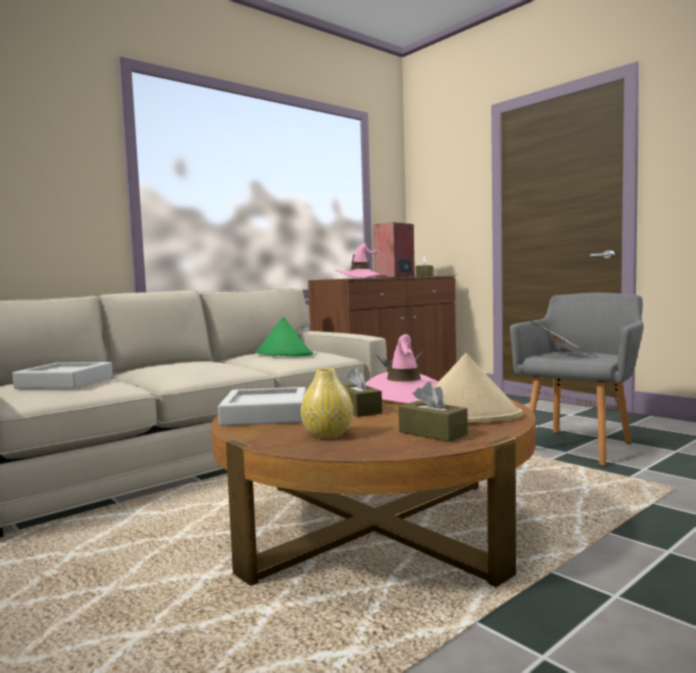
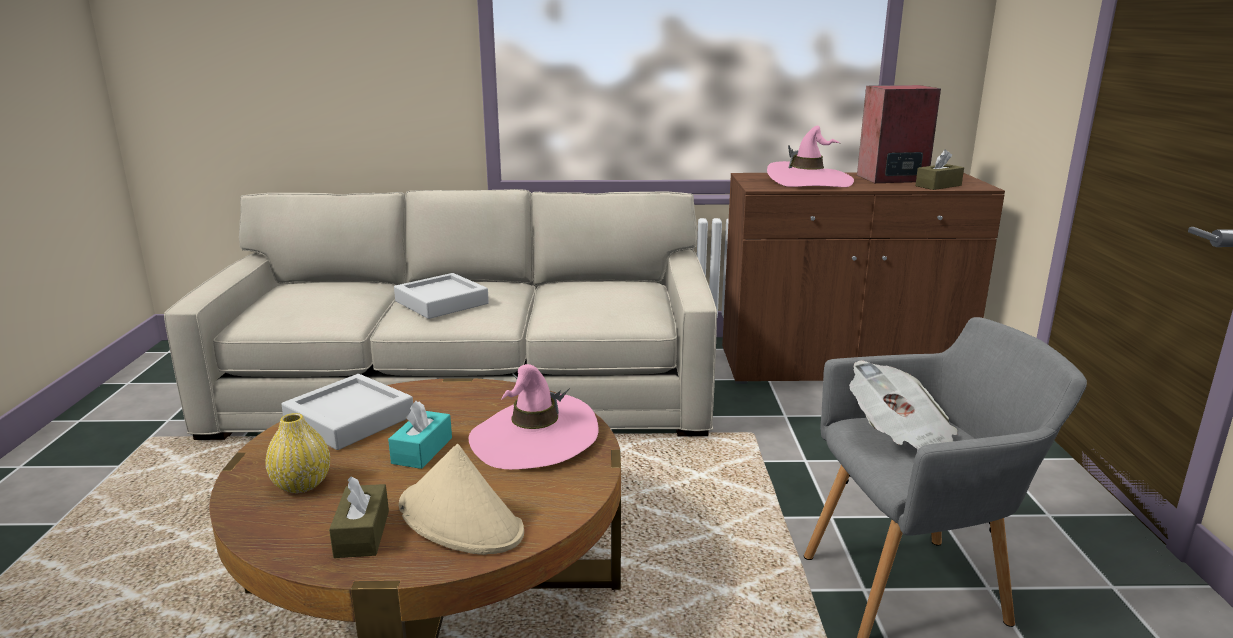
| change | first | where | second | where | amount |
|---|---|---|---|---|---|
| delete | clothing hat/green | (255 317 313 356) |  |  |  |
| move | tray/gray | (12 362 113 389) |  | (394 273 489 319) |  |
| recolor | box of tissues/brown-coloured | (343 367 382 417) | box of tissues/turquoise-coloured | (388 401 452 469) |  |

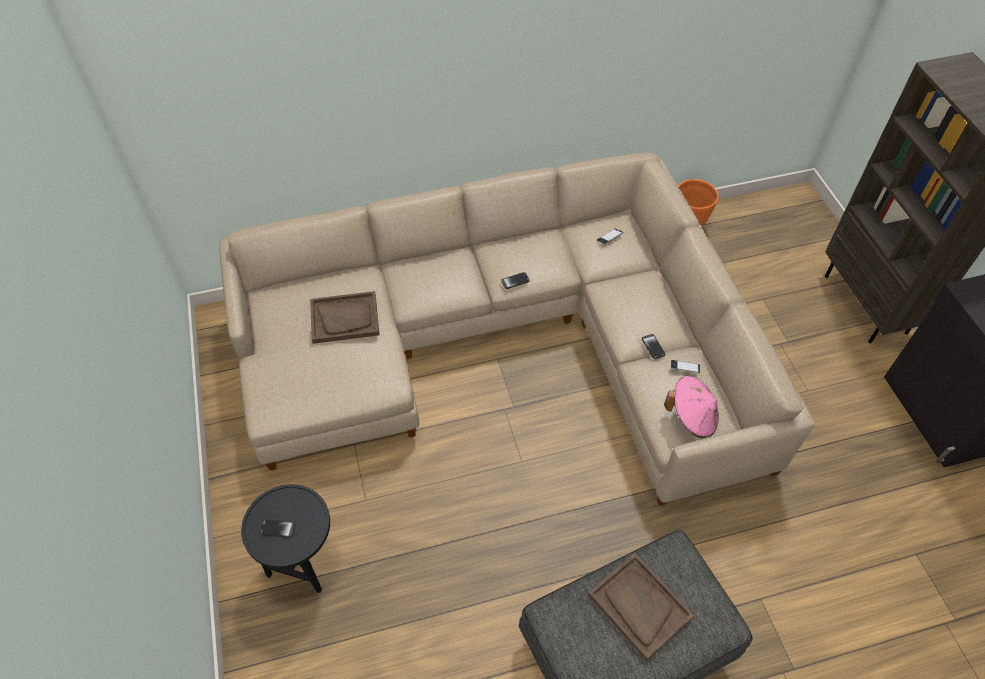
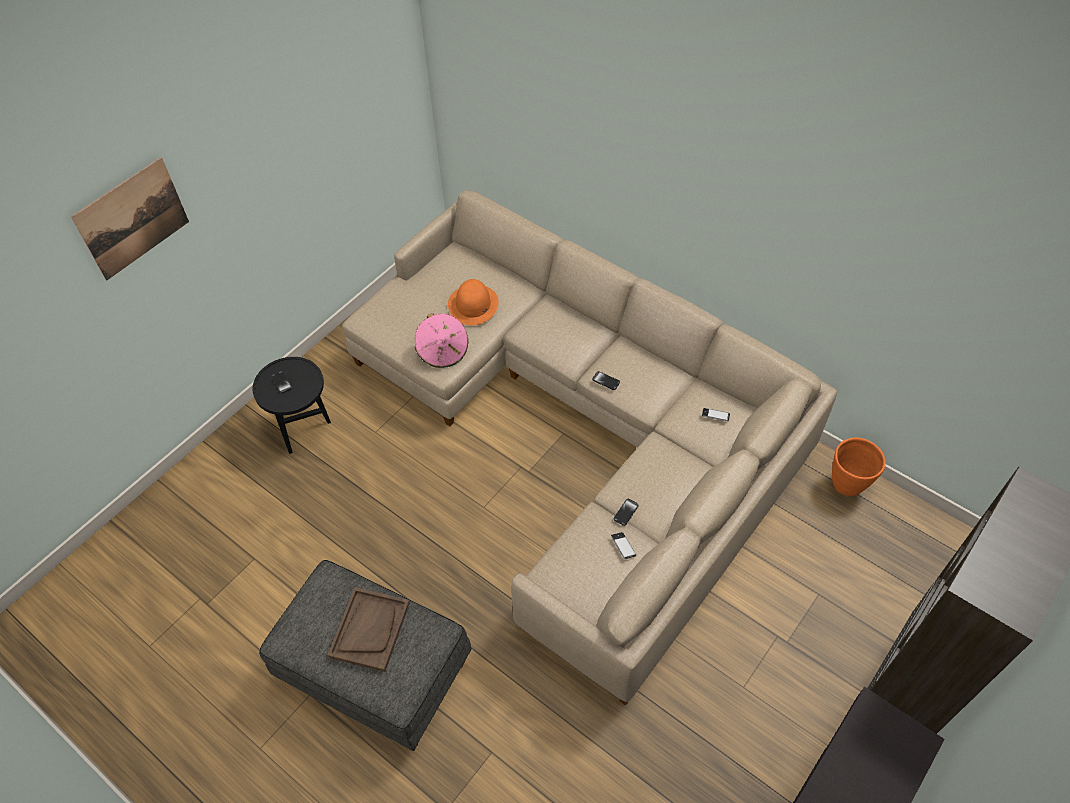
| change | first | where | second | where | amount |
|---|---|---|---|---|---|
| insert |  |  | wall art | (71 157 189 281) |  |
| move | clothing hat/pink | (664 376 719 438) |  | (415 313 468 368) |  |
| replace | tray/brown-coloured | (310 291 380 344) | clothing hat/orange | (448 279 499 325) |  |

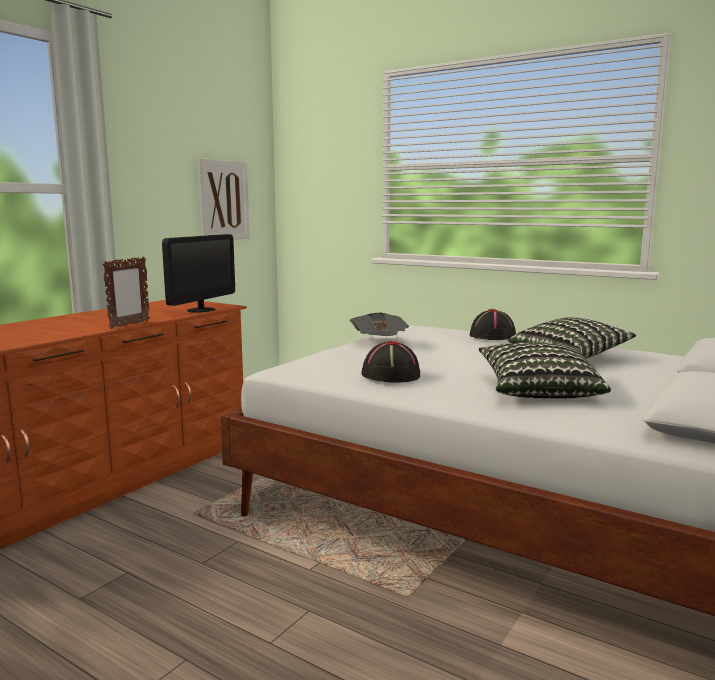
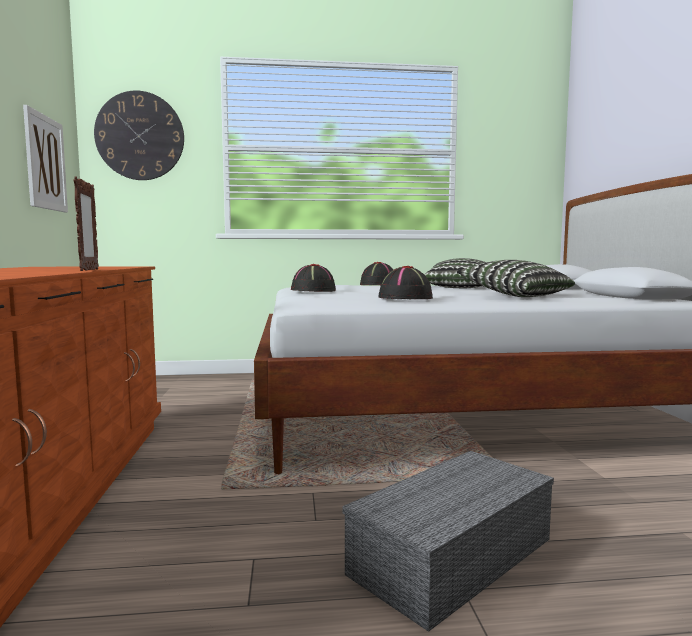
| change | first | where | second | where | amount |
|---|---|---|---|---|---|
| delete | computer screen | (162 234 235 313) |  |  |  |
| insert |  |  | clock on the wall | (94 91 184 180) |  |
| insert |  |  | storage container/gray | (342 451 554 632) |  |
| replace | newspaper | (350 313 409 336) | clothing hat/black-coloured | (291 264 336 292) |  |

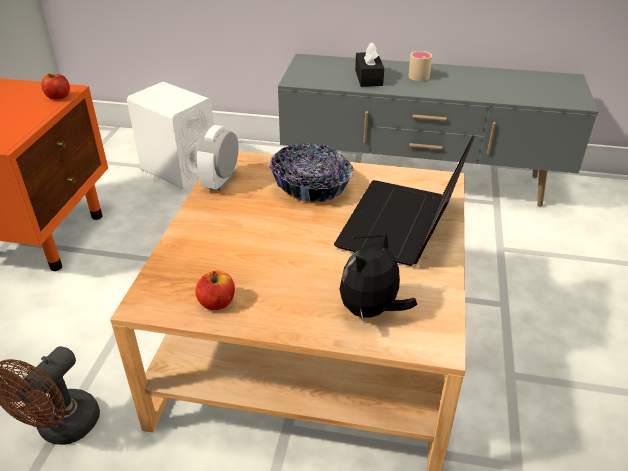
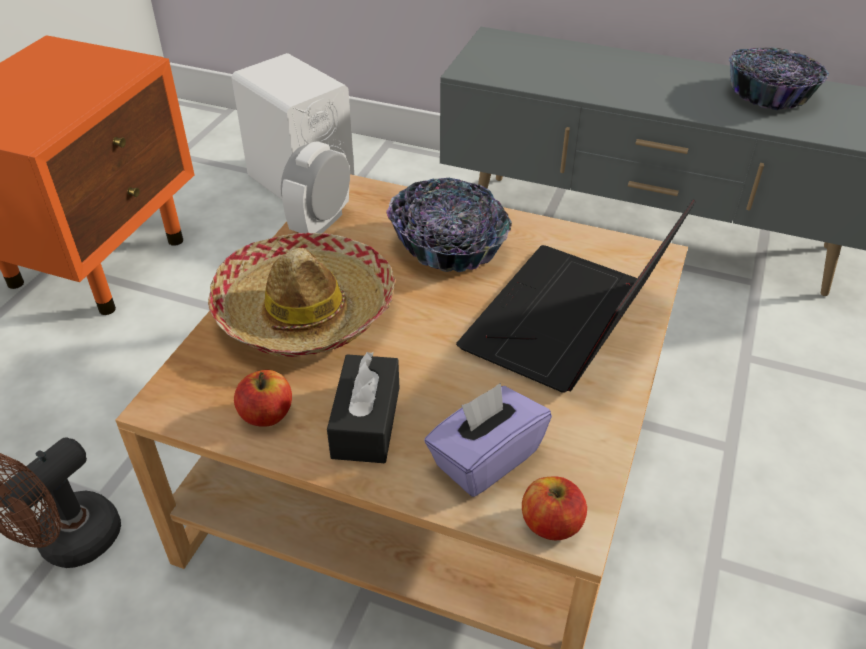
| change | first | where | second | where | amount |
|---|---|---|---|---|---|
| delete | coffee mug/sand-coloured | (408 51 432 81) |  |  |  |
| insert |  |  | clothing hat | (208 232 395 357) |  |
| insert |  |  | serving bowl | (729 48 829 110) |  |
| move | apple fruit | (41 74 70 100) |  | (522 476 587 540) |  |
| move | box of tissues/black-coloured | (355 42 384 87) |  | (327 352 399 463) |  |
| replace | soft toy | (340 231 417 322) | box of tissues/purplish | (424 383 552 497) |  |

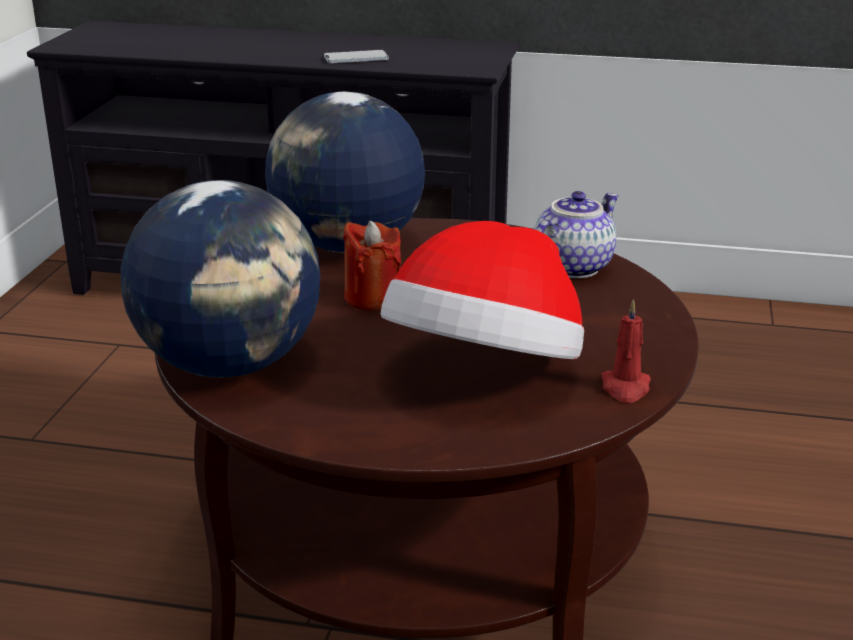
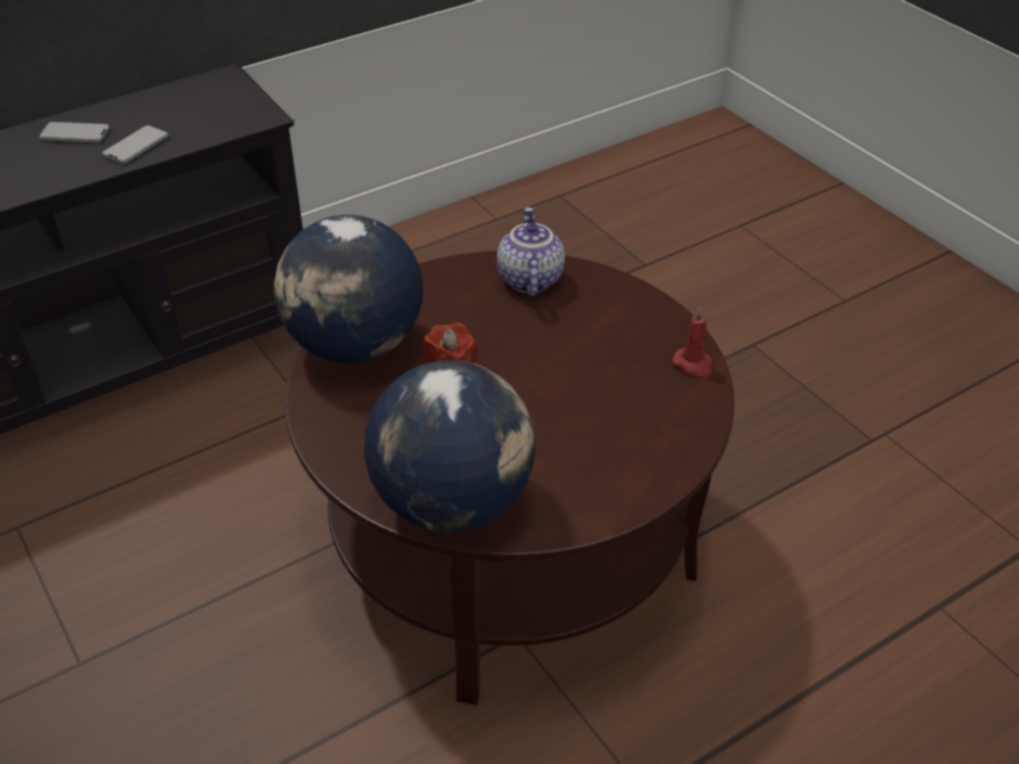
| change | first | where | second | where | amount |
|---|---|---|---|---|---|
| delete | clothing hat | (381 221 584 359) |  |  |  |
| insert |  |  | phone | (39 122 110 143) |  |

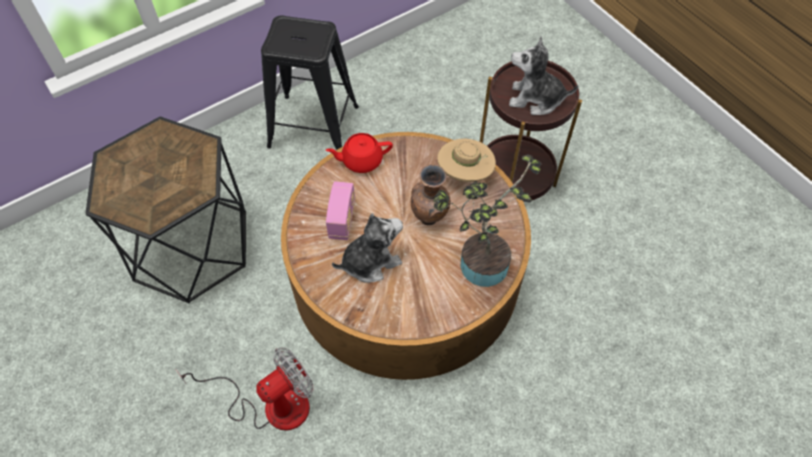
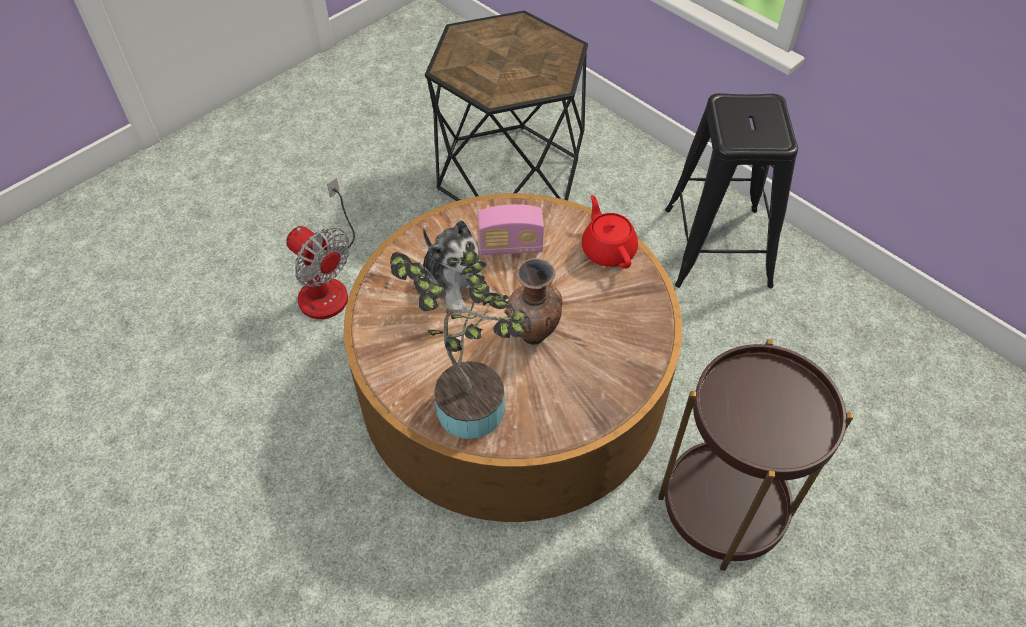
| change | first | where | second | where | amount |
|---|---|---|---|---|---|
| delete | clothing hat/sand-coloured | (437 138 496 182) |  |  |  |
| delete | soft toy | (509 36 578 115) |  |  |  |

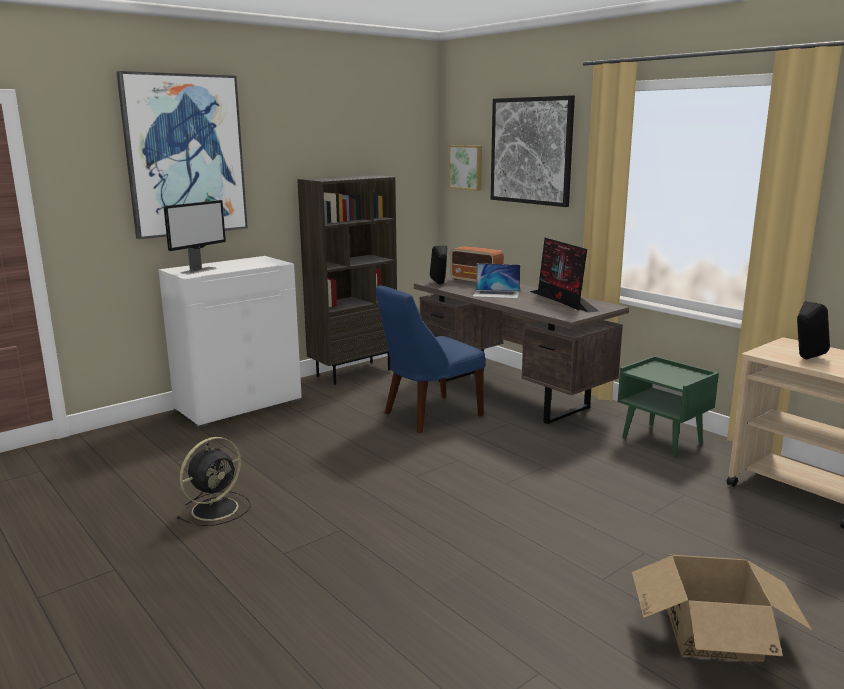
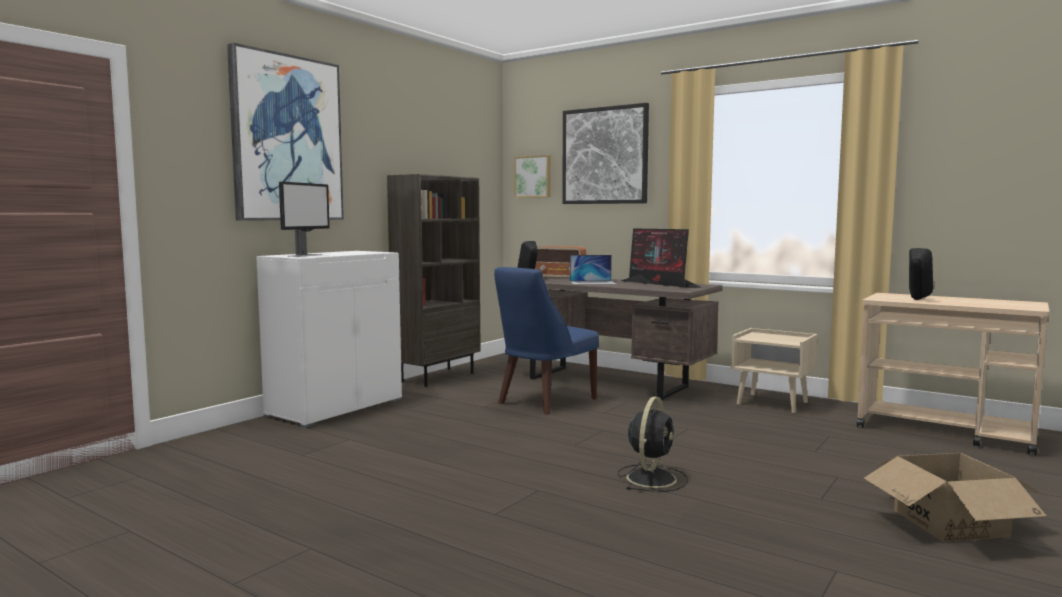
| change | first | where | second | where | amount |
|---|---|---|---|---|---|
| move | electric fan/black-coloured | (177 437 251 526) |  | (617 397 688 492) |  |
| recolor | night table/green | (618 356 719 457) | night table/sand-coloured | (731 328 818 413) |  |

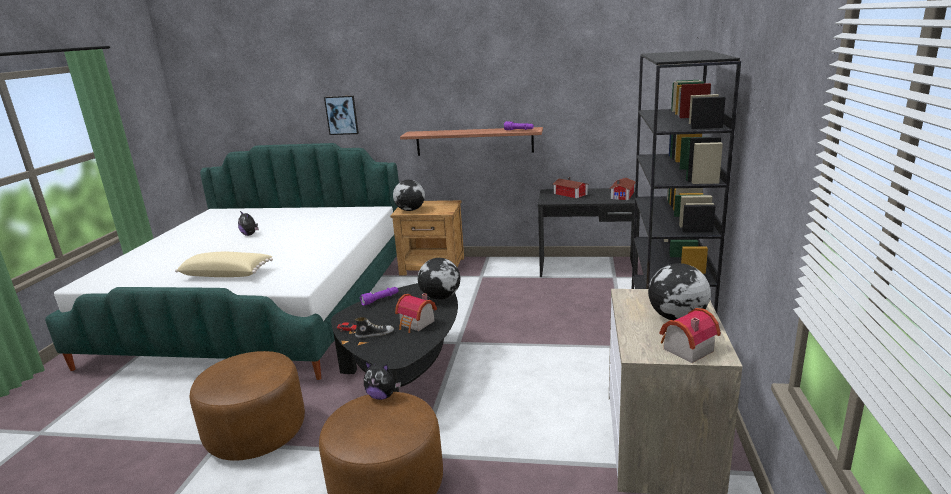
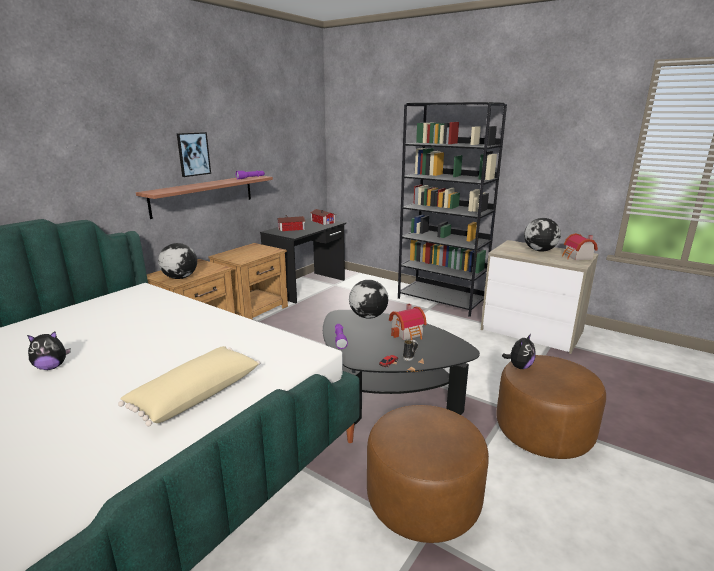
| change | first | where | second | where | amount |
|---|---|---|---|---|---|
| insert |  |  | night table/brown-coloured | (208 243 288 320) |  |
| move | wall art | (324 96 359 135) |  | (177 132 211 177) |  |

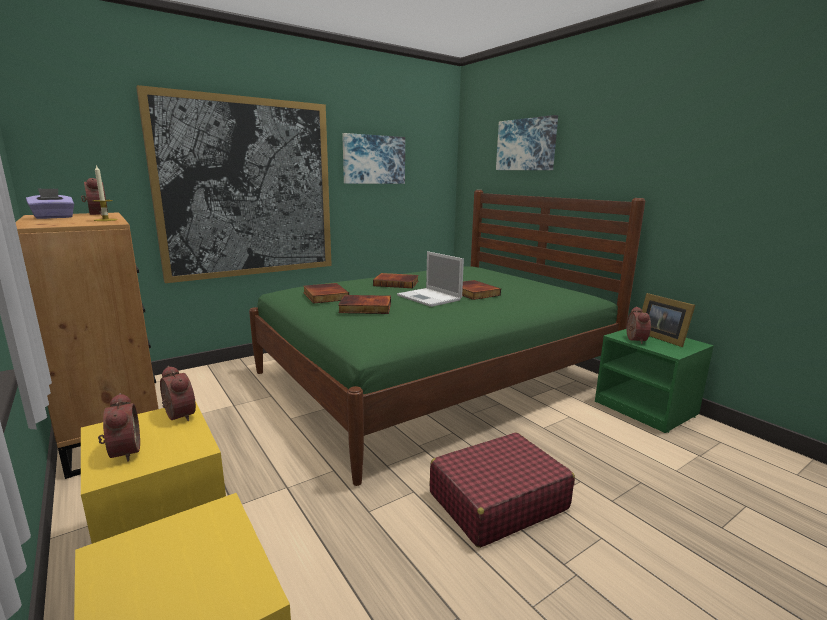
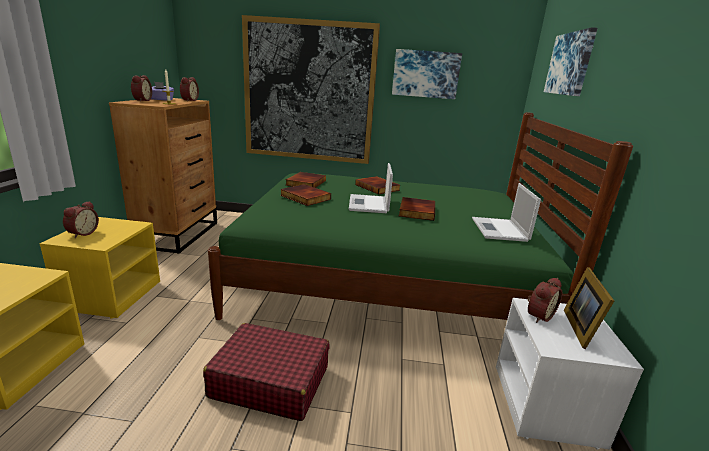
| change | first | where | second | where | amount |
|---|---|---|---|---|---|
| insert |  |  | portable computer | (472 183 541 242) |  |
| move | bedside clock | (160 366 196 421) |  | (131 75 152 101) |  |
| recolor | night table/green | (595 329 714 433) | night table/white | (496 298 644 450) |  |

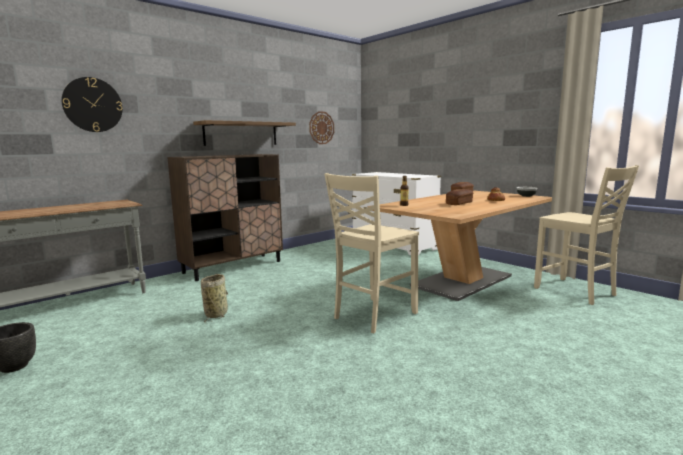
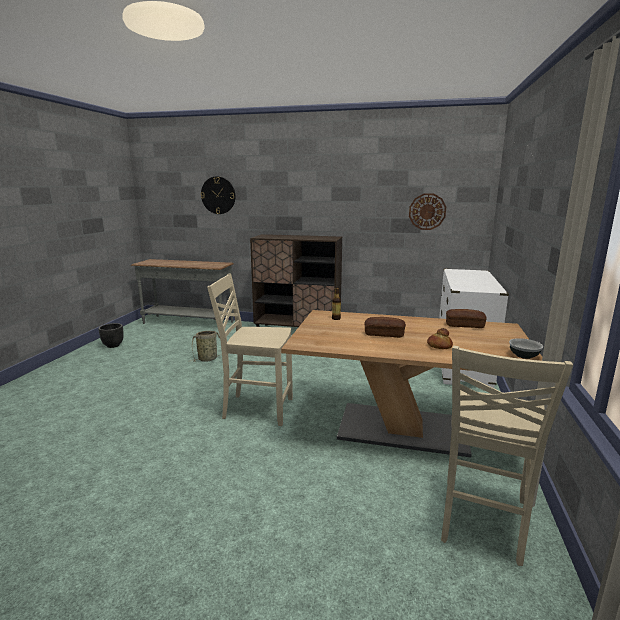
| change | first | where | second | where | amount |
|---|---|---|---|---|---|
| delete | shelf | (193 120 296 146) |  |  |  |

